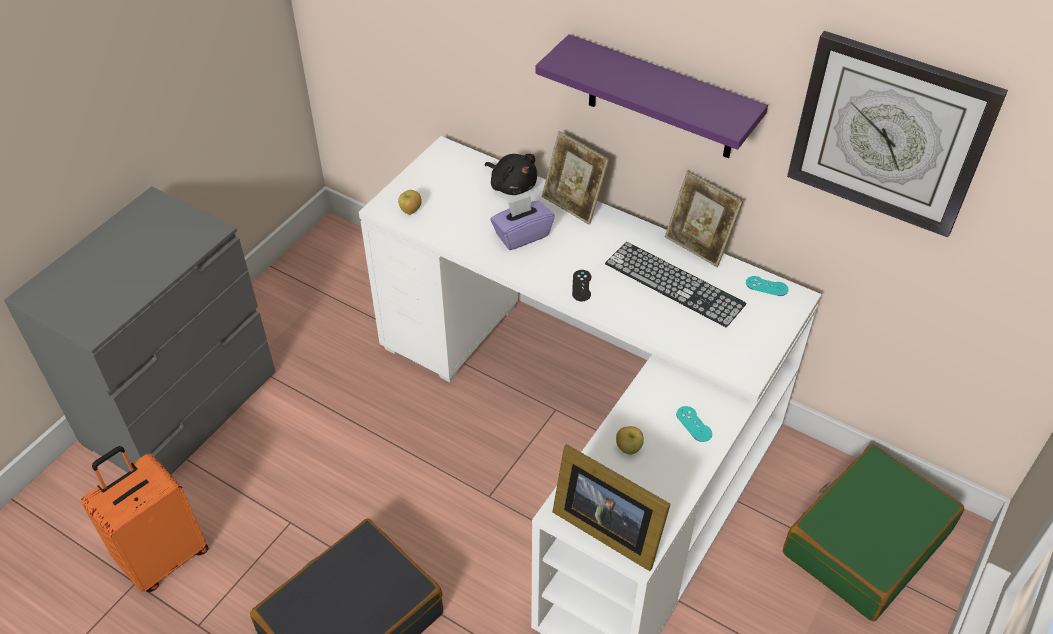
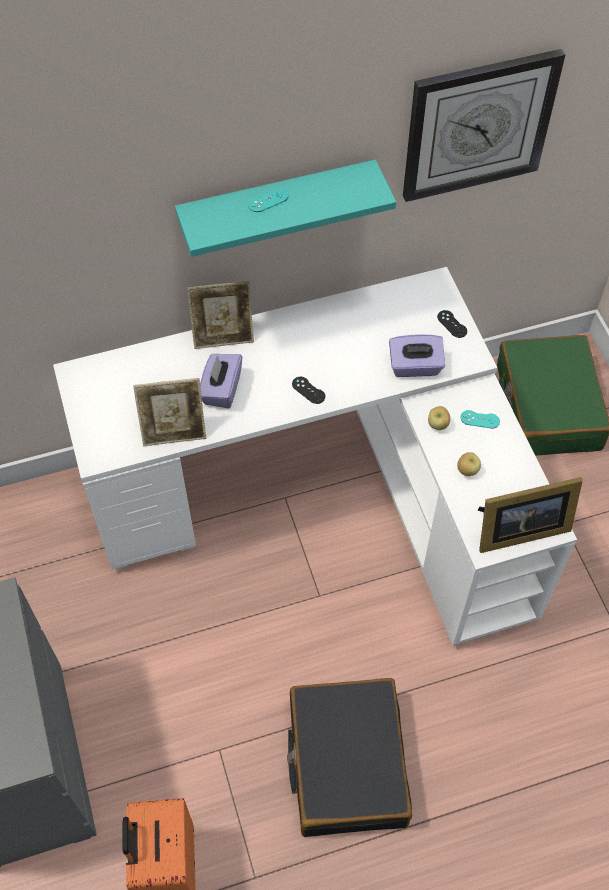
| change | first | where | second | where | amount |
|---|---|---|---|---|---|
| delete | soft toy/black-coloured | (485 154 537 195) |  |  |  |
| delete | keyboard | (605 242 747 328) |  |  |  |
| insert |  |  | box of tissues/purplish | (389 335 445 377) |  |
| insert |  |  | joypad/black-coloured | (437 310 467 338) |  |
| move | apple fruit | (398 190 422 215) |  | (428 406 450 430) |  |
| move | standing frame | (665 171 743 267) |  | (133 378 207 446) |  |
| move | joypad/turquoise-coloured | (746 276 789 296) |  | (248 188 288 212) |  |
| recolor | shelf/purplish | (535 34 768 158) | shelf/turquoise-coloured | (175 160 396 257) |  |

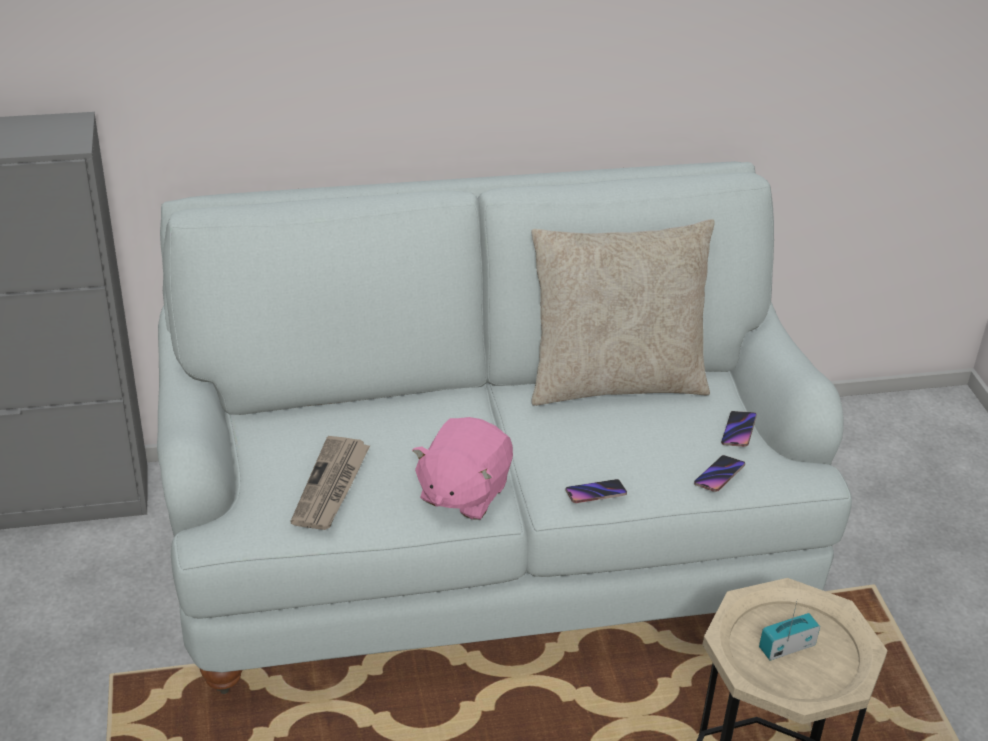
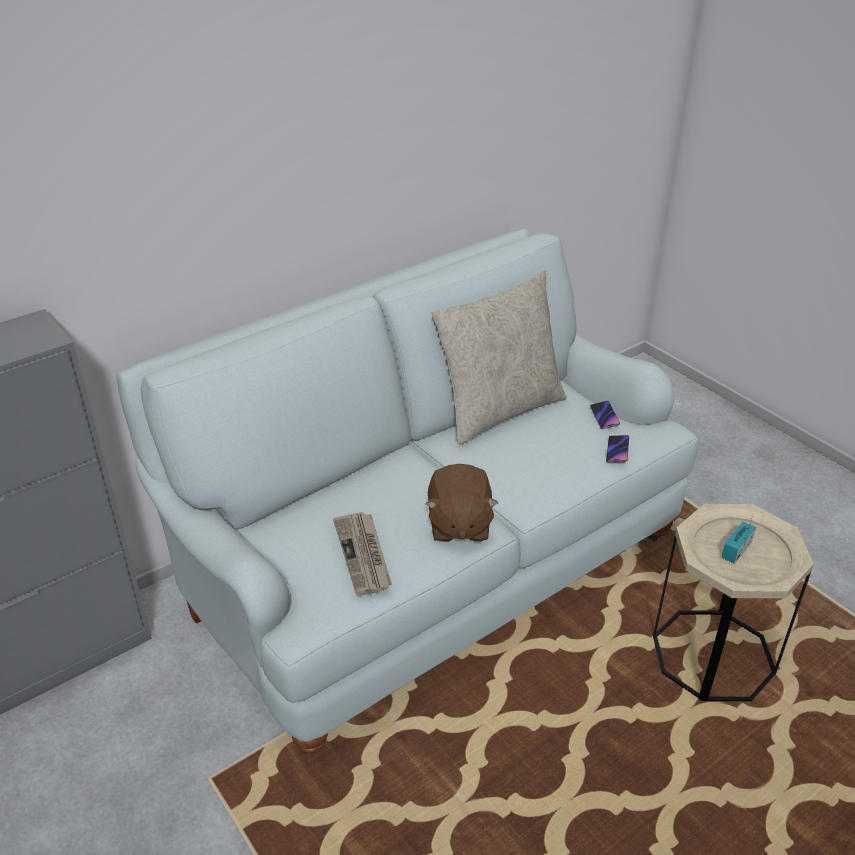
| change | first | where | second | where | amount |
|---|---|---|---|---|---|
| delete | phone | (566 479 627 503) |  |  |  |
| recolor | soft toy/pink | (412 417 513 520) | soft toy/brown-coloured | (426 464 498 542) |  |

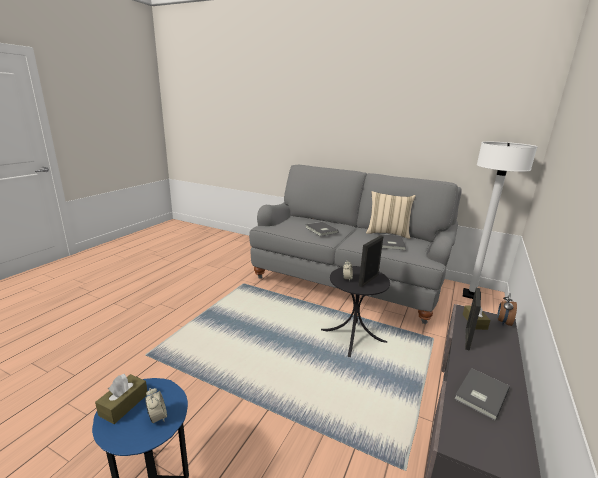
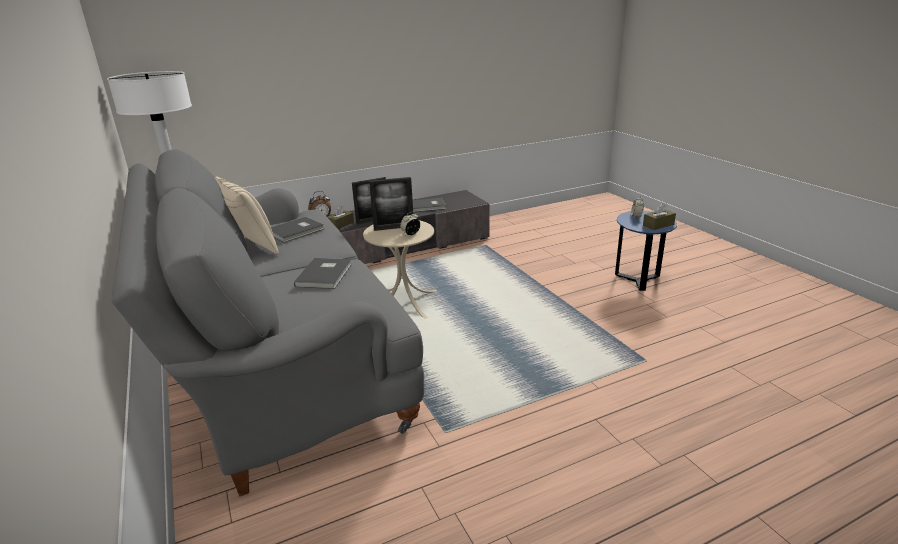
| change | first | where | second | where | amount |
|---|---|---|---|---|---|
| recolor | accent table/black-coloured | (321 266 390 357) | accent table/sand-coloured | (363 220 437 319) |  |

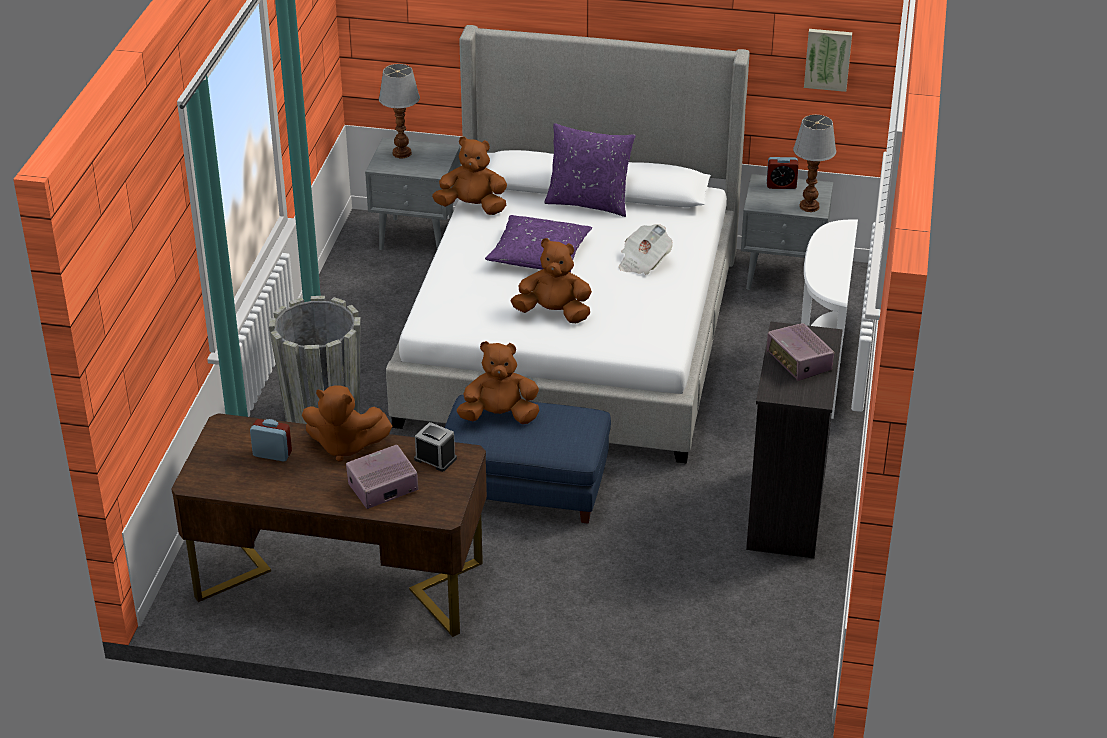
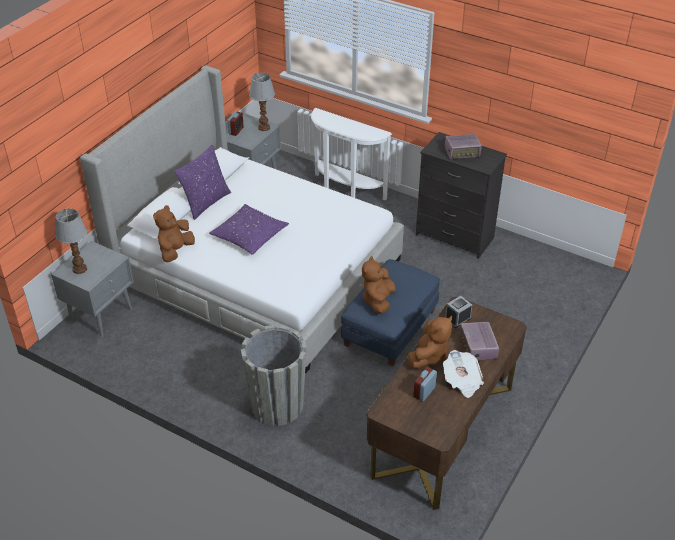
| change | first | where | second | where | amount |
|---|---|---|---|---|---|
| delete | soft toy/brown-coloured | (511 238 592 323) |  |  |  |
| delete | wall art | (804 29 852 92) |  |  |  |
| move | newspaper | (619 224 673 275) |  | (443 350 484 398) |  |

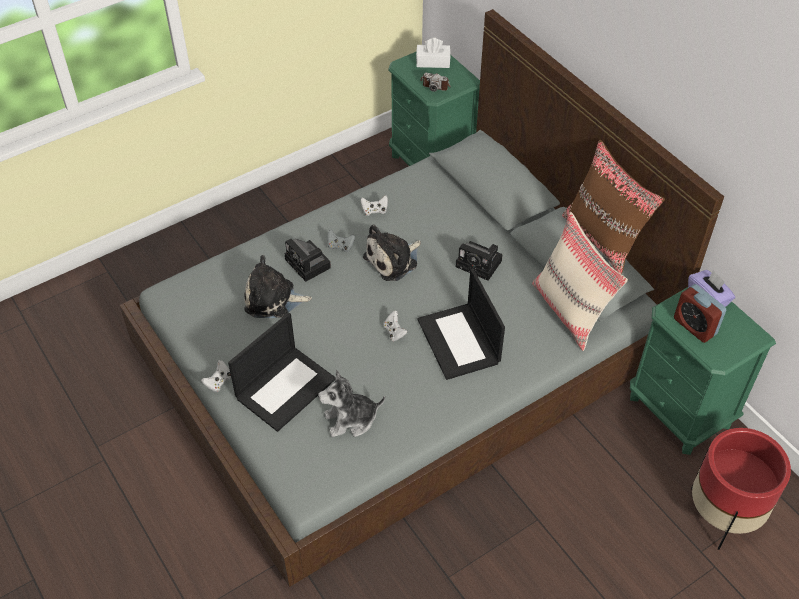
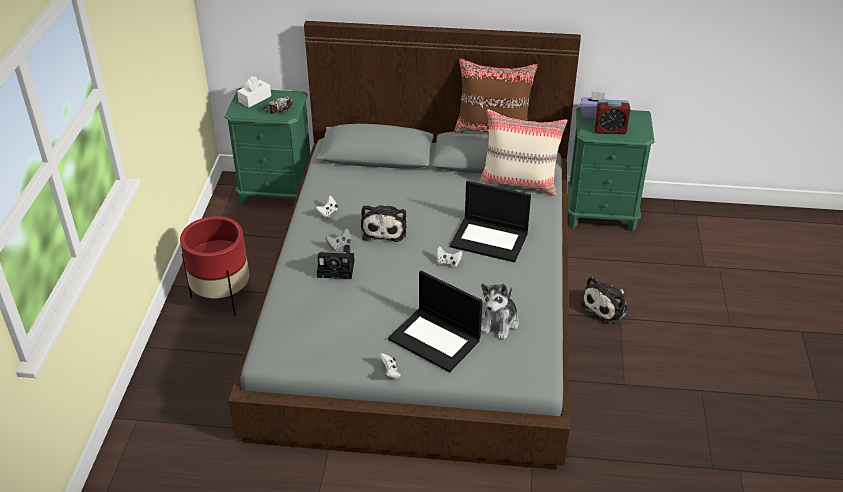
| change | first | where | second | where | amount |
|---|---|---|---|---|---|
| delete | still camera | (456 241 503 281) |  |  |  |
| move | soft toy | (244 255 312 318) |  | (580 276 629 323) |  |
| move | plant pot/red-coloured | (691 428 791 550) |  | (180 216 249 316) |  |
| rotate | portable computer | (228 312 336 432) |  | (388 271 483 372) | 135 degrees clockwise |

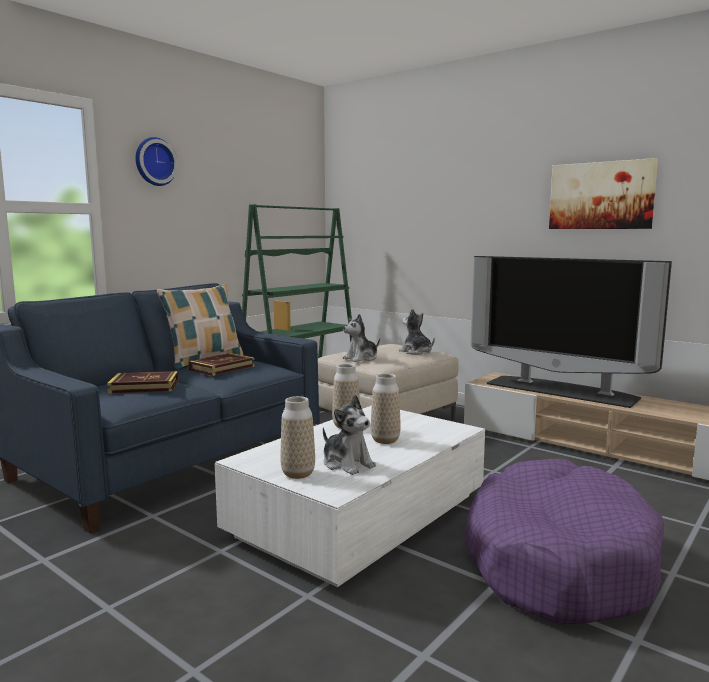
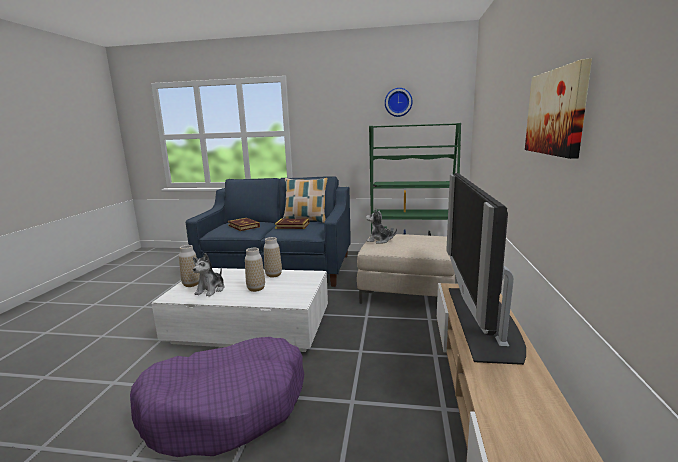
| change | first | where | second | where | amount |
|---|---|---|---|---|---|
| delete | soft toy | (399 309 435 355) |  |  |  |
| move | clock on the wall | (135 137 178 186) |  | (385 88 413 117) |  |

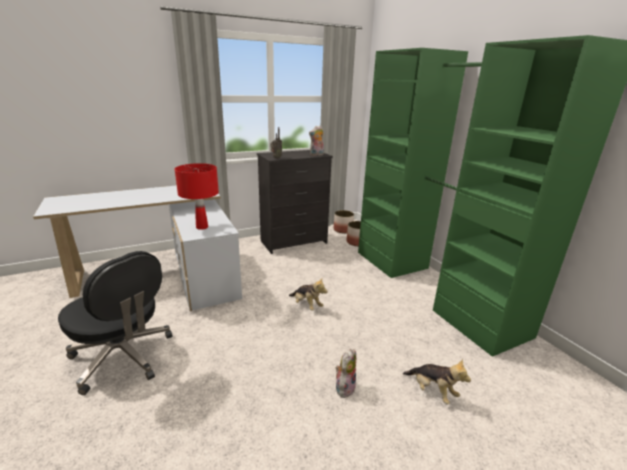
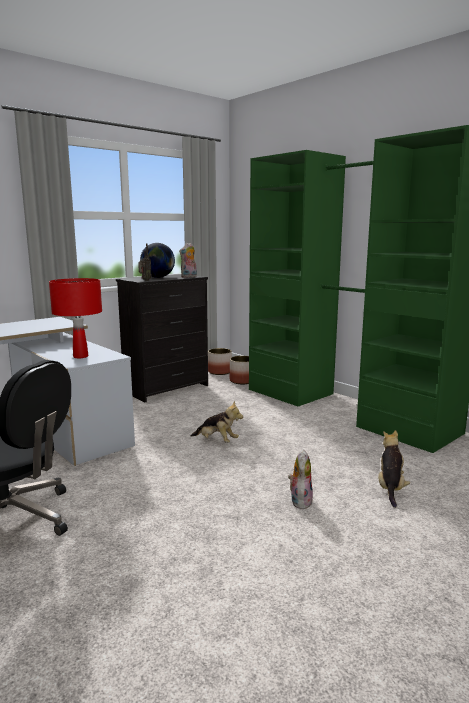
| change | first | where | second | where | amount |
|---|---|---|---|---|---|
| insert |  |  | globe | (140 243 175 278) |  |
| rotate | soft toy | (403 359 471 405) |  | (378 430 410 508) | 105 degrees counterclockwise |

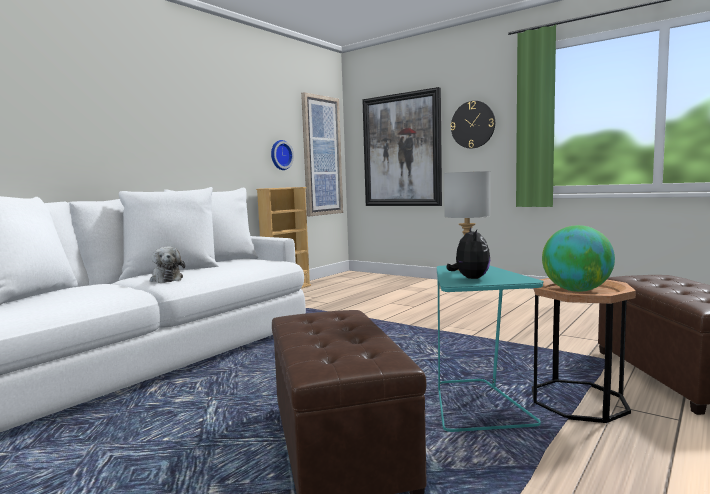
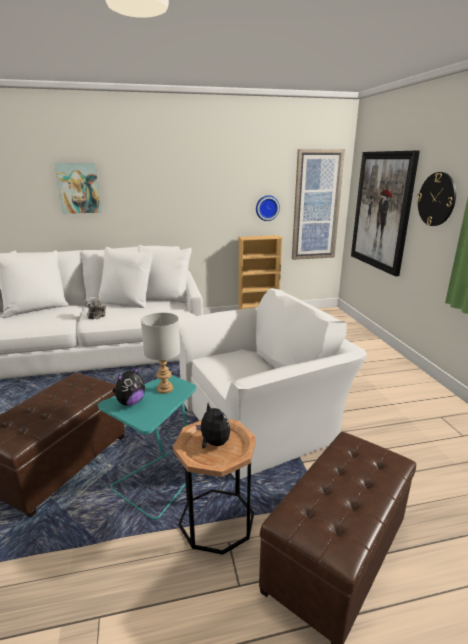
| change | first | where | second | where | amount |
|---|---|---|---|---|---|
| insert |  |  | wall art | (54 163 102 214) |  |
| insert |  |  | armchair/white | (179 288 367 479) |  |
| replace | globe | (542 225 615 292) | soft toy | (196 403 230 448) |  |

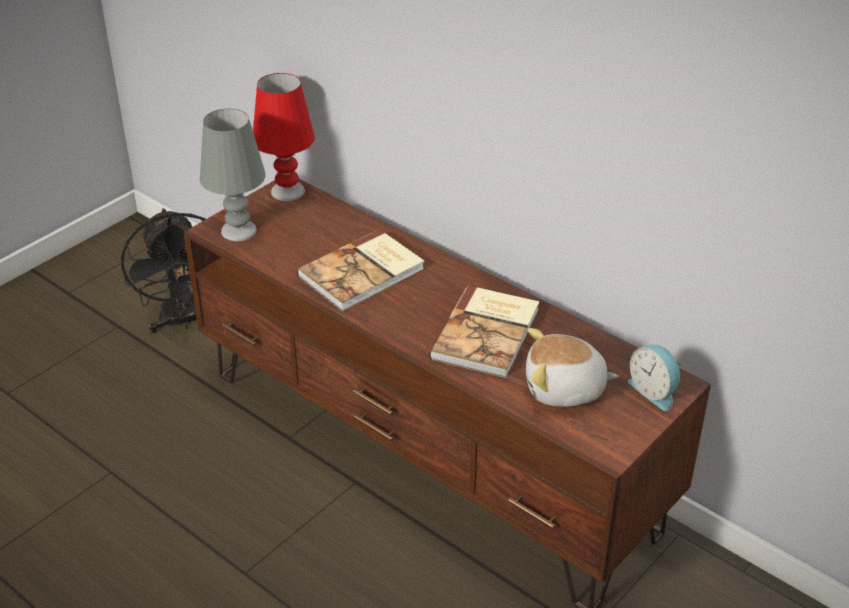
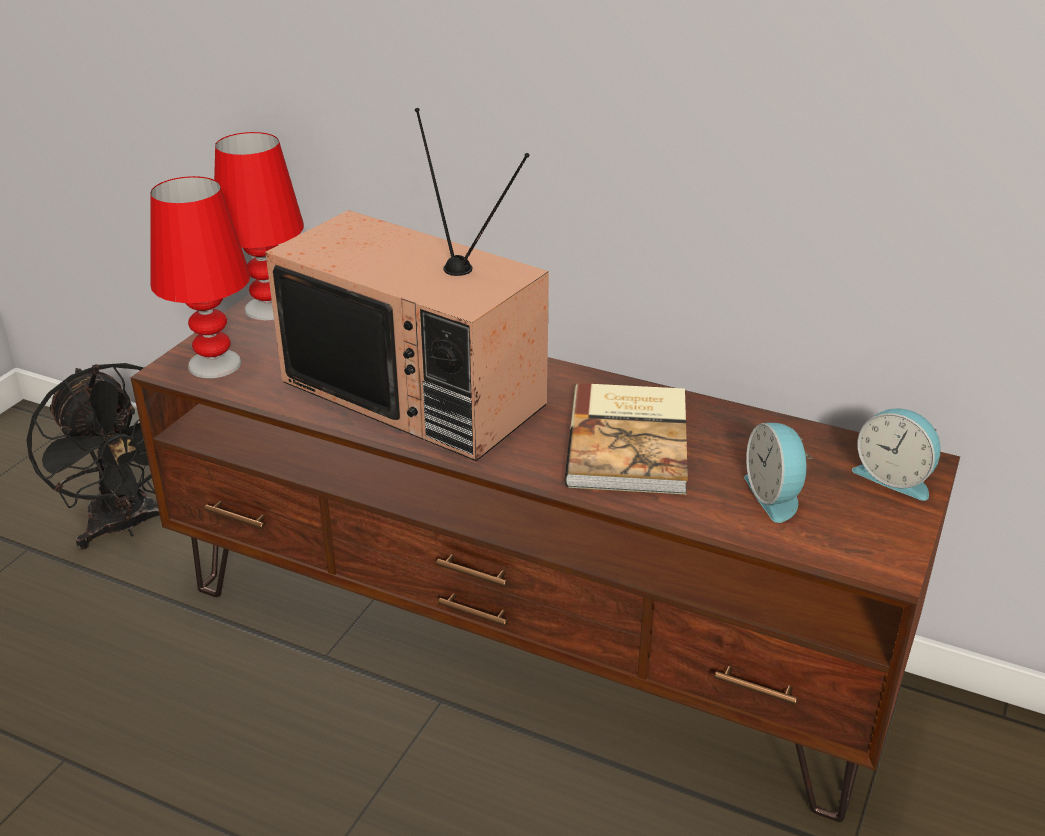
| change | first | where | second | where | amount |
|---|---|---|---|---|---|
| replace | volume | (297 229 425 312) | TV set | (265 108 549 461) |  |
| replace | soft toy | (526 328 619 407) | bedside clock | (744 423 812 523) |  |
| recolor | table lamp/gray | (200 108 265 241) | table lamp/red-coloured | (150 176 250 378) |  |

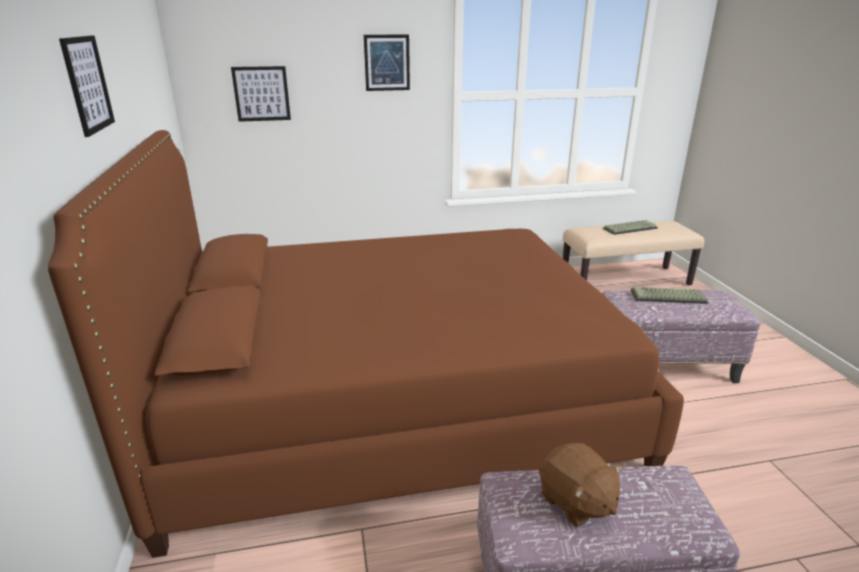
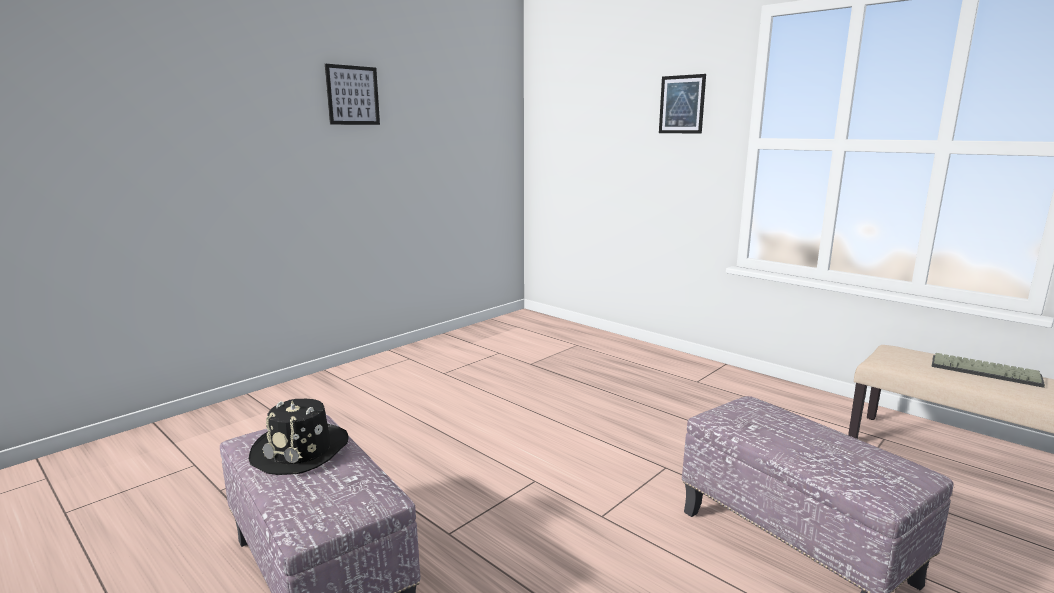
| change | first | where | second | where | amount |
|---|---|---|---|---|---|
| delete | bedroom bed/brown-coloured | (48 130 684 558) |  |  |  |
| delete | wall art | (231 66 291 122) |  |  |  |
| delete | keyboard | (630 287 708 304) |  |  |  |
| replace | soft toy/brown-coloured | (539 443 623 527) | clothing hat/black-coloured | (249 399 349 475) |  |

